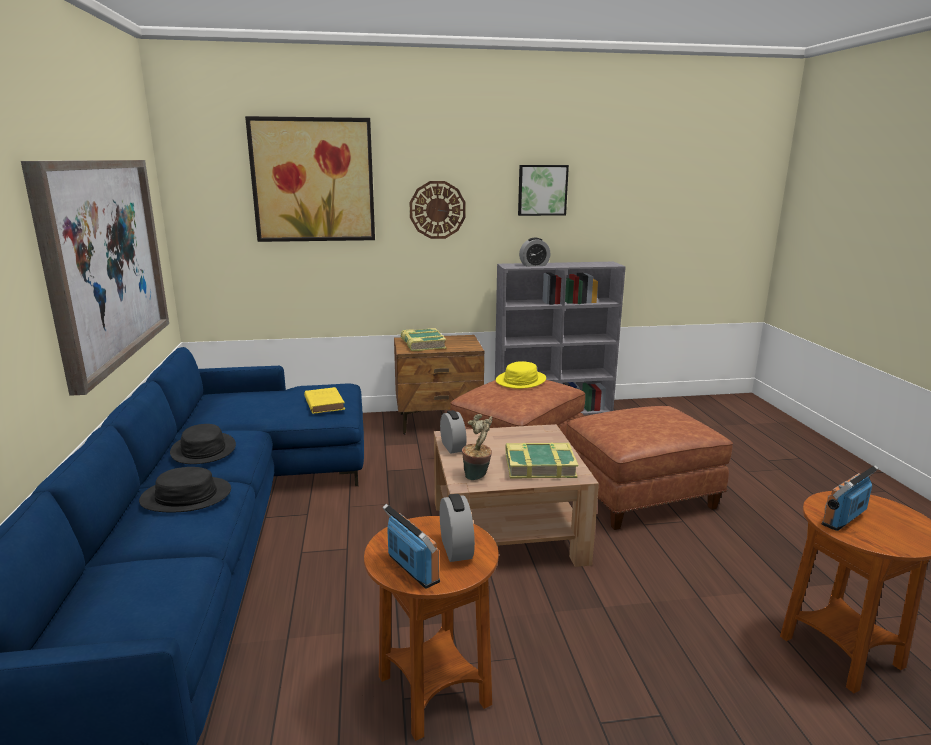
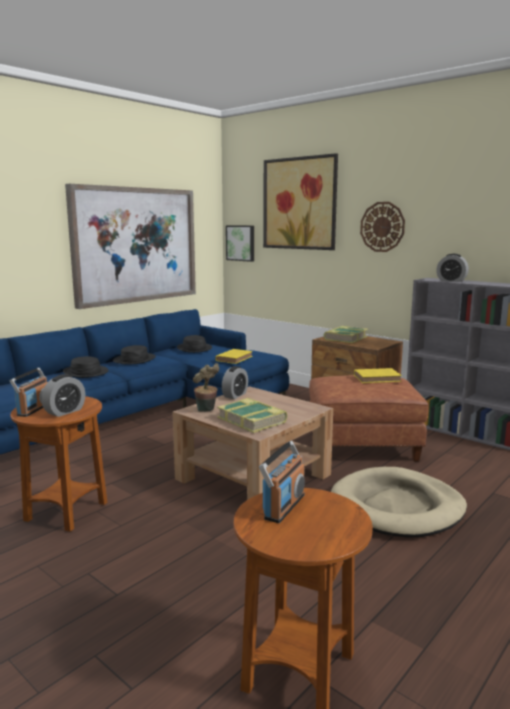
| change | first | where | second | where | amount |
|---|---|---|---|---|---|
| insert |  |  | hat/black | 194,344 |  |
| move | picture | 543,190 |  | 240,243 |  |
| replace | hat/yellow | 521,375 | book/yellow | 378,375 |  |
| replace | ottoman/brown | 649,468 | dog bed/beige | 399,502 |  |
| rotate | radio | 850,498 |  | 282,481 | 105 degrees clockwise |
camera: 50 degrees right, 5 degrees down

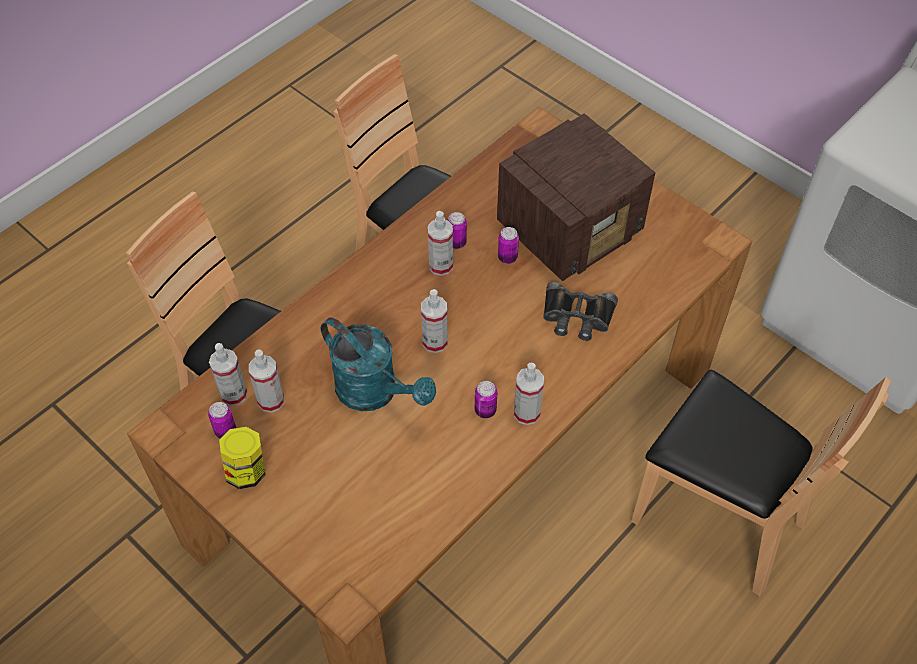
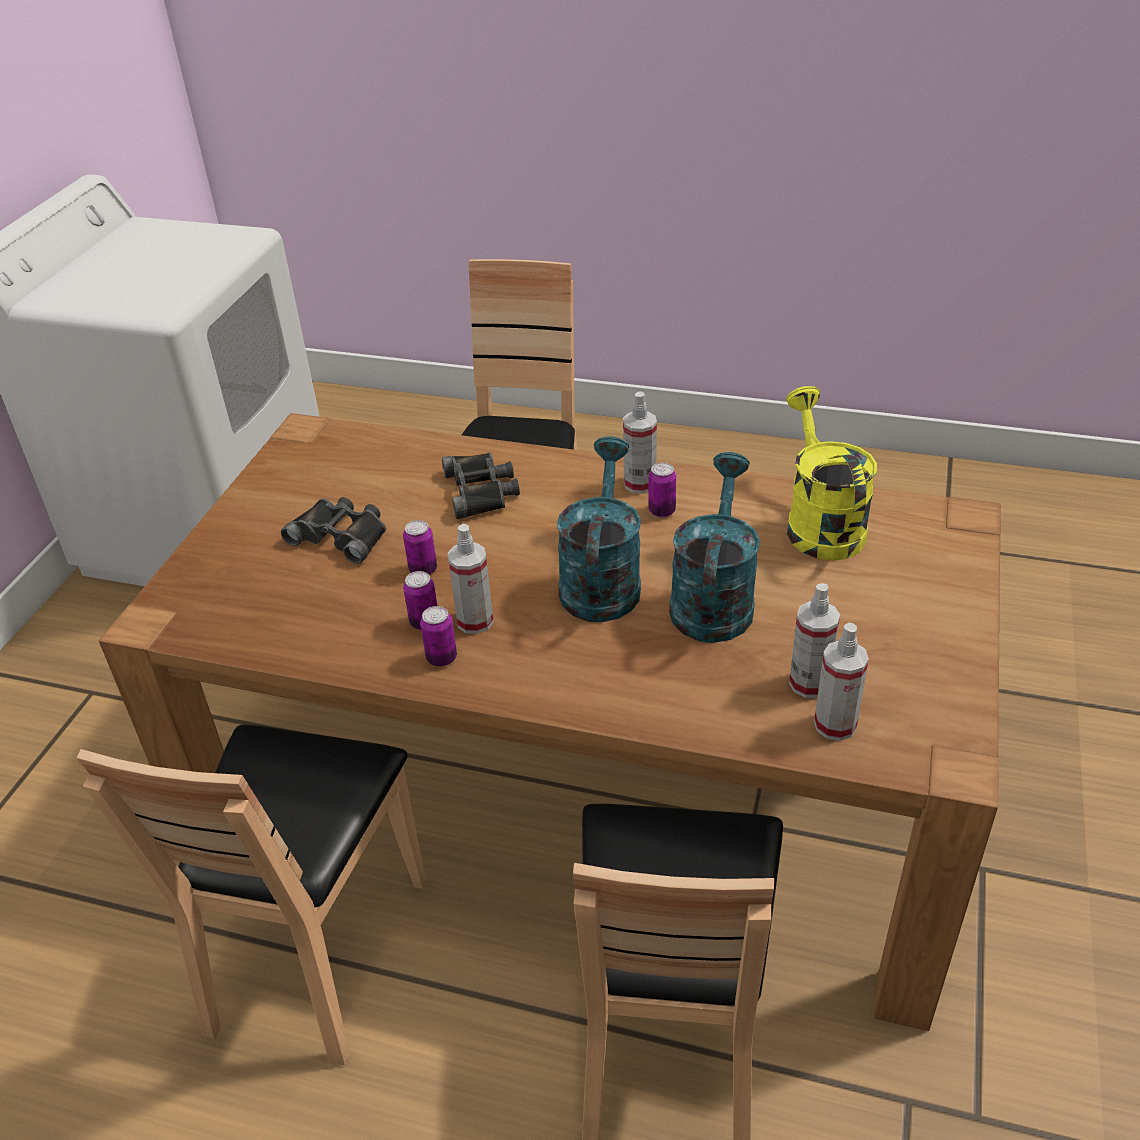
| change | first | where | second | where | amount |
|---|---|---|---|---|---|
| delete | jar | 242,458 |  |  |  |
| insert |  |  | watering can/yellow | 831,473 |  |
| move | can | 222,420 |  | 438,636 |  |
| replace | spray bottle | 434,321 | watering can/turquoise | 599,529 |  |
| replace | radio | 576,197 | binoculars/black | 333,530 |  |
camera: 115 degrees left, 15 degrees down

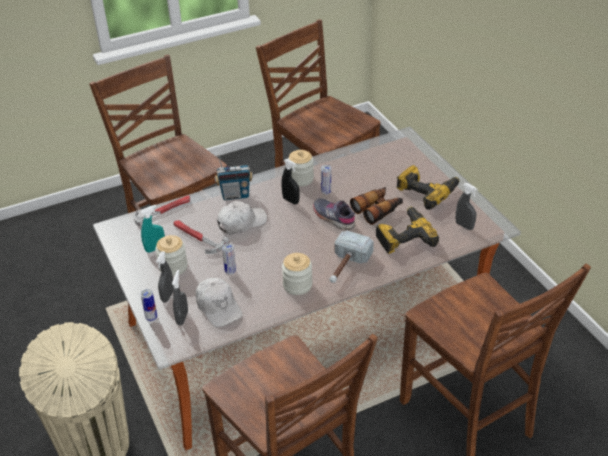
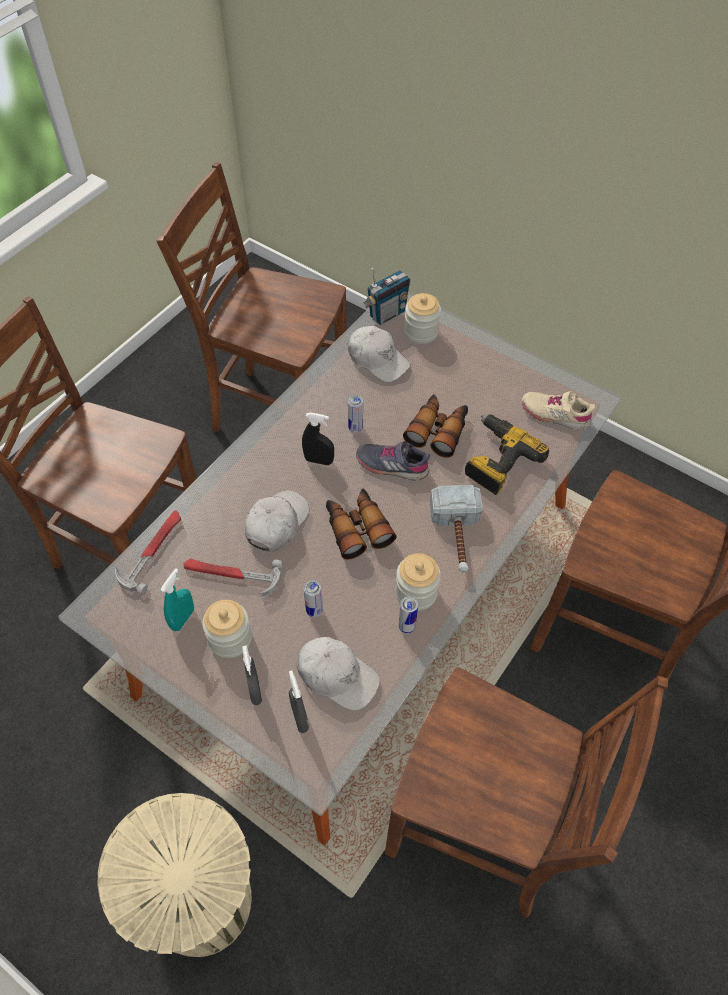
| change | first | where | second | where | amount |
|---|---|---|---|---|---|
| delete | power drill | 428,187 |  |  |  |
| insert |  |  | binoculars | 361,524 |  |
| insert |  |  | cap/white | 379,354 |  |
| move | can | 148,305 |  | 408,614 |  |
| move | radio | 234,177 |  | 387,296 |  |
| move | jar | 301,168 |  | 422,318 |  |
| replace | spray bottle/grey | 467,206 | shoe/beige | 559,410 |  |
camera: 30 degrees left, 15 degrees up

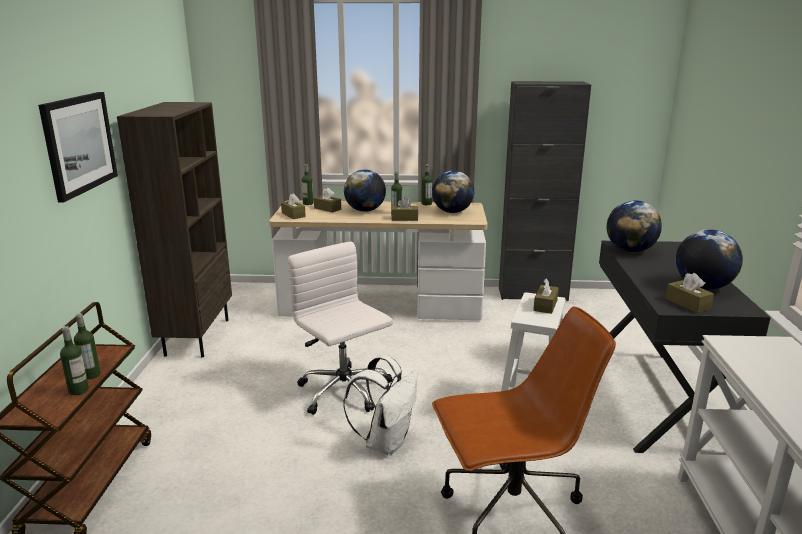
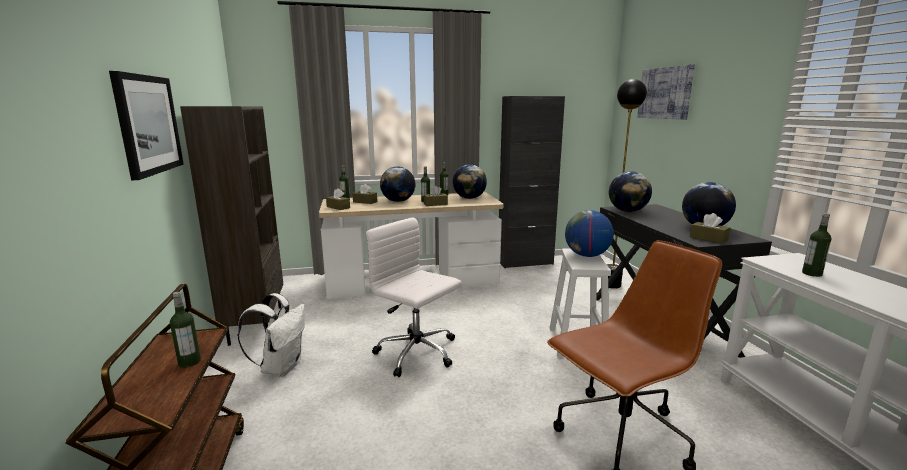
| change | first | where | second | where | amount |
|---|---|---|---|---|---|
| insert |  |  | floor lamp/black | 627,184 |  |
| insert |  |  | picture | 666,92 |  |
| move | bottle | 74,360 |  | 817,245 |  |
| move | backpack/white | 380,405 |  | 271,335 |  |
| replace | tissue box/brown | 546,296 | globe | 589,233 |  |
camera: 15 degrees left, 5 degrees down

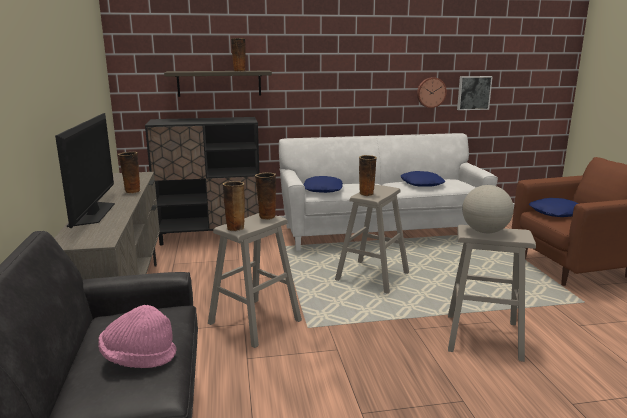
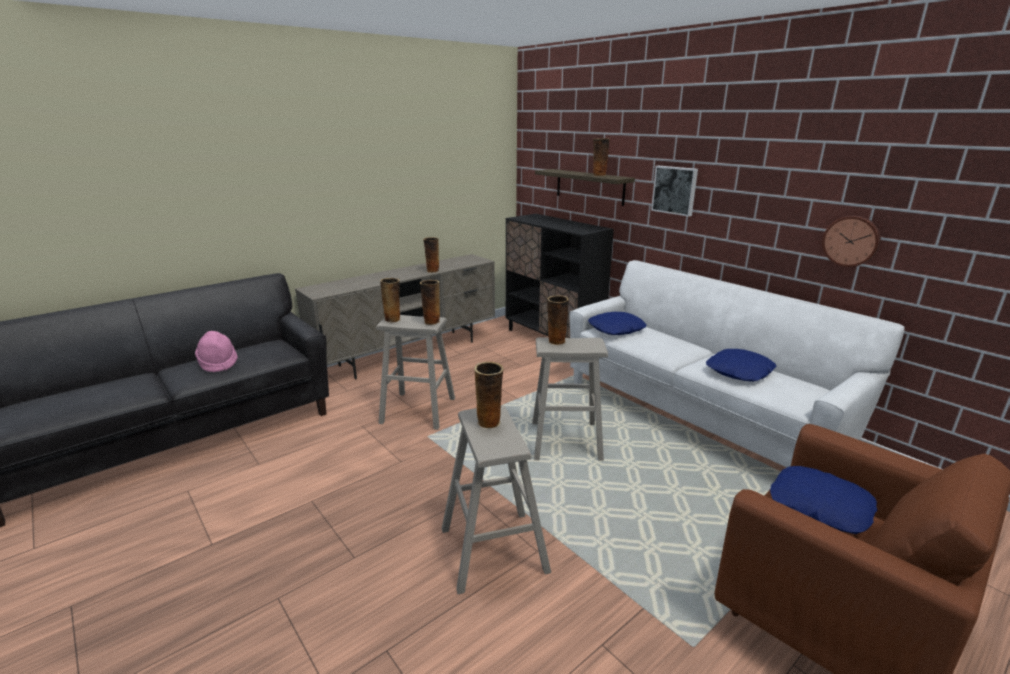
| change | first | where | second | where | amount |
|---|---|---|---|---|---|
| delete | television | 85,170 |  |  |  |
| move | picture | 475,93 |  | 674,191 |  |
| replace | globe | 488,209 | vase | 489,395 |  |
camera: 60 degrees right, 5 degrees up

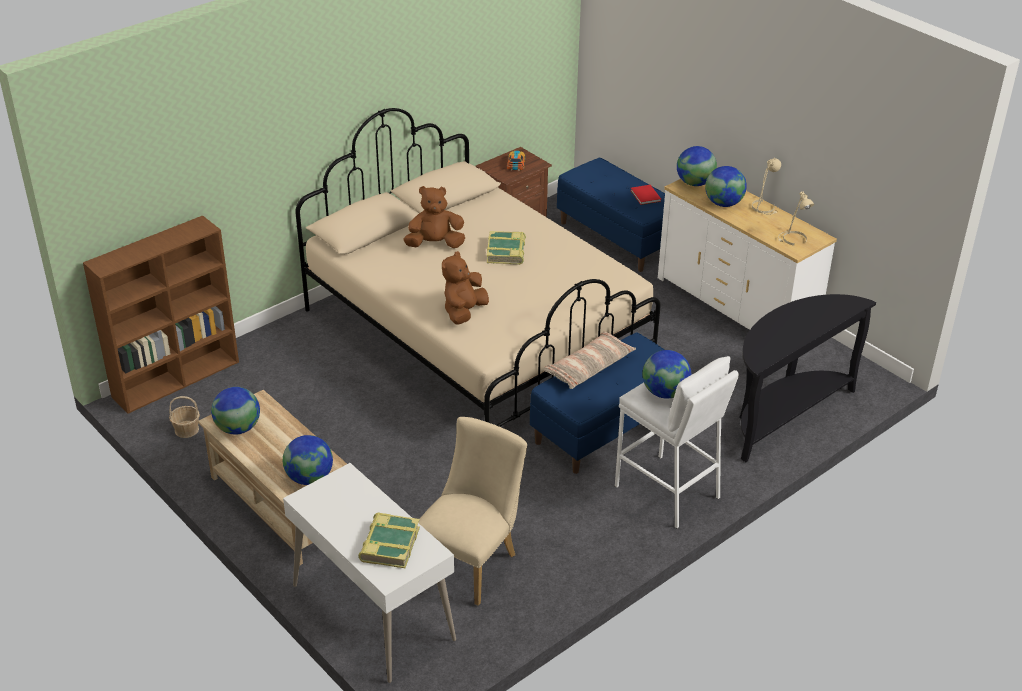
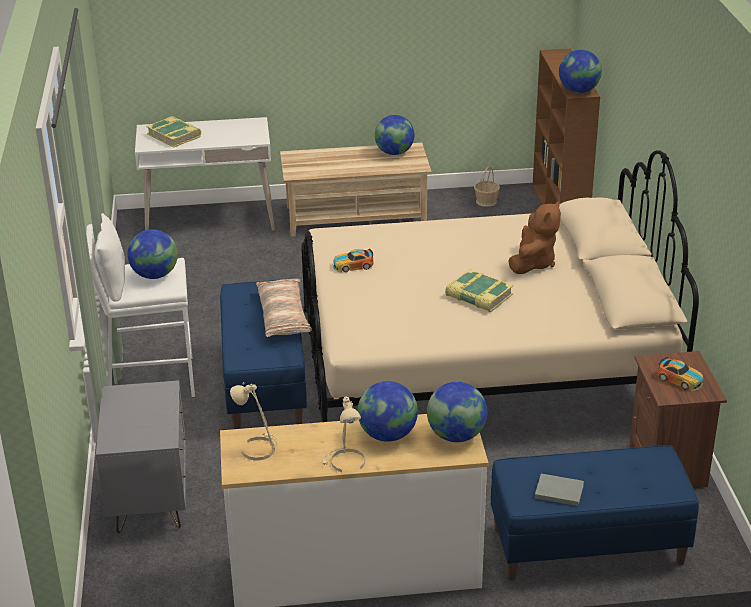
| change | first | where | second | where | amount |
|---|---|---|---|---|---|
| delete | chair/beige | 472,511 |  |  |  |
| delete | plush toy/brown | 465,288 |  |  |  |
| insert |  |  | toy car | 353,260 |  |
| move | globe | 308,460 |  | 580,71 |  |
| replace | console table/black | 807,378 | nightstand/grey | 141,456 |  |
| recolor | book/red | 646,195 | book/grey | 559,490 |  |
camera: 125 degrees right, 5 degrees down

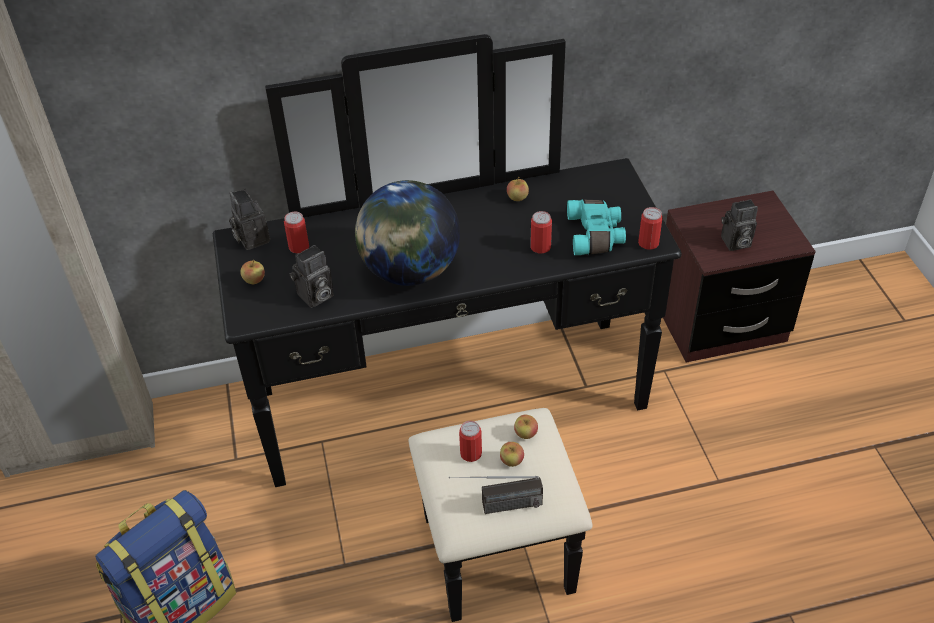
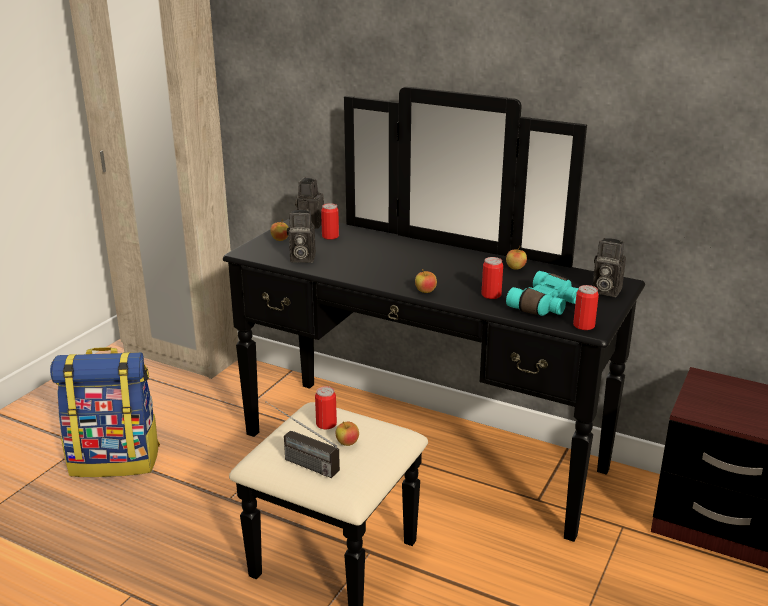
| change | first | where | second | where | amount |
|---|---|---|---|---|---|
| delete | globe | 407,233 |  |  |  |
| move | apple | 526,427 |  | 426,281 |  |
| move | photo camera | 739,225 |  | 609,267 |  |
camera: 40 degrees right, 20 degrees down

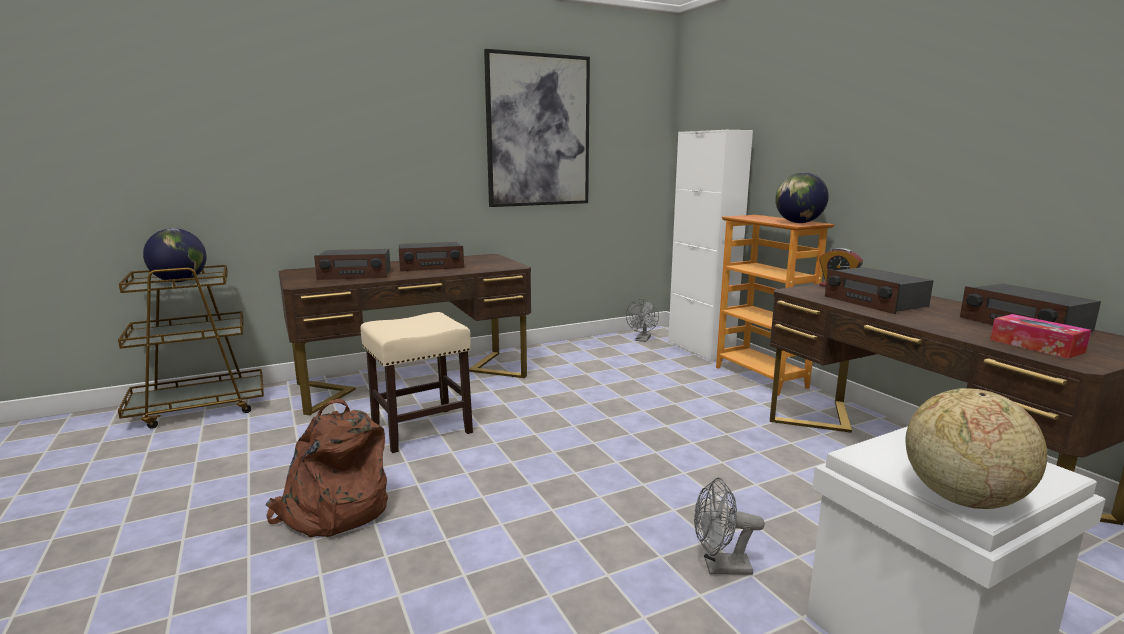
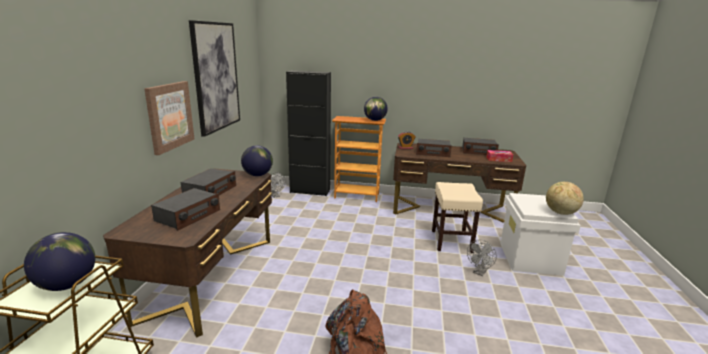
| change | first | where | second | where | amount |
|---|---|---|---|---|---|
| insert |  |  | picture | 169,118 |  |
| insert |  |  | globe | 257,160 |  |
| move | stool/beige | 416,382 |  | 457,217 |  |
| recolor | cabinet/white | 710,246 | cabinet/black | 308,133 |  |
camera: 55 degrees left, 5 degrees up

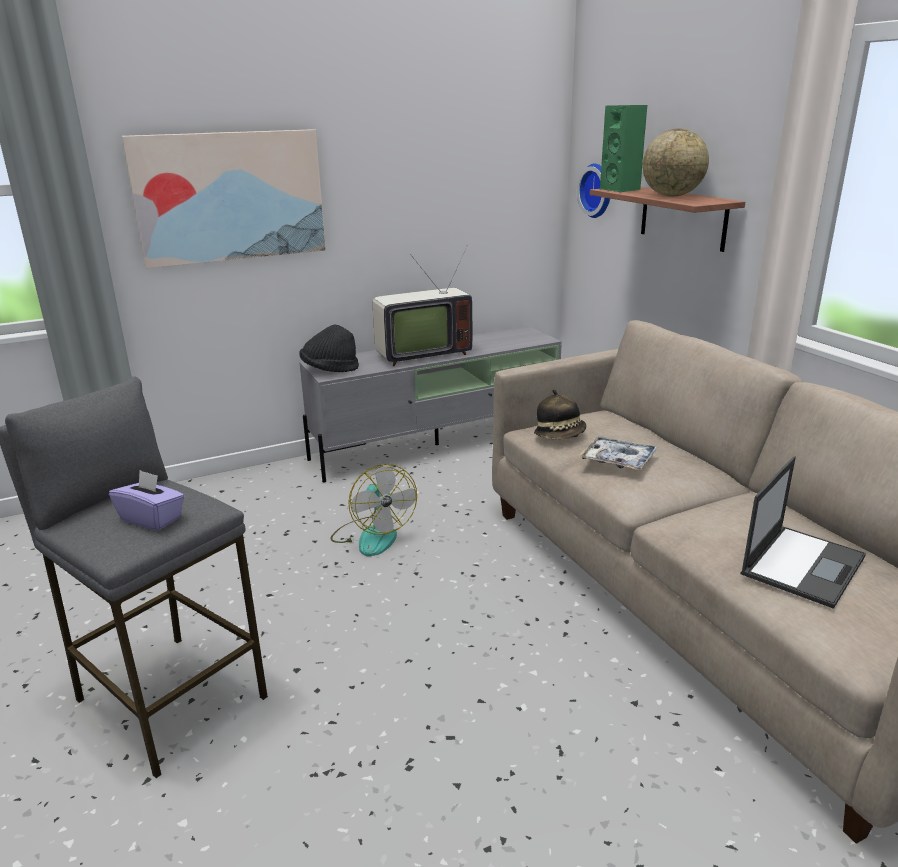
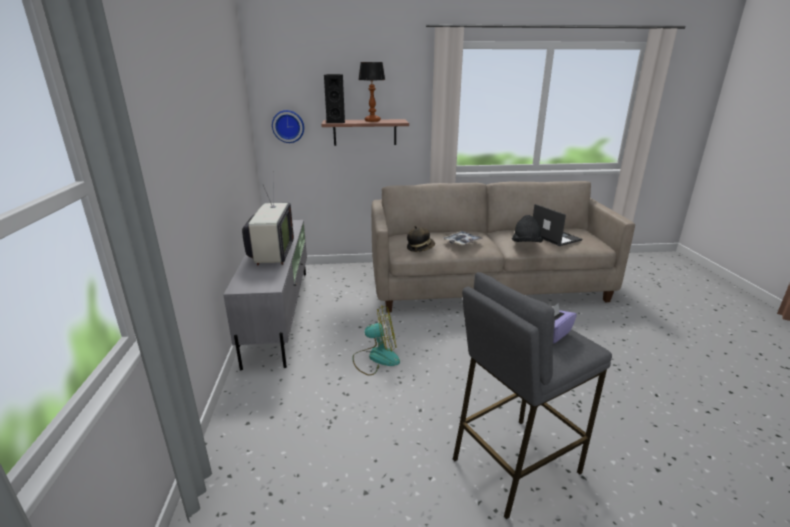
| change | first | where | second | where | amount |
|---|---|---|---|---|---|
| delete | picture | 224,198 |  |  |  |
| move | hat/black | 329,348 |  | 527,229 |  |
| replace | globe | 675,162 | table lamp | 371,92 |  |
| recolor | speaker/green | 623,148 | speaker/black | 334,98 |  |
camera: 70 degrees left, 0 degrees up

